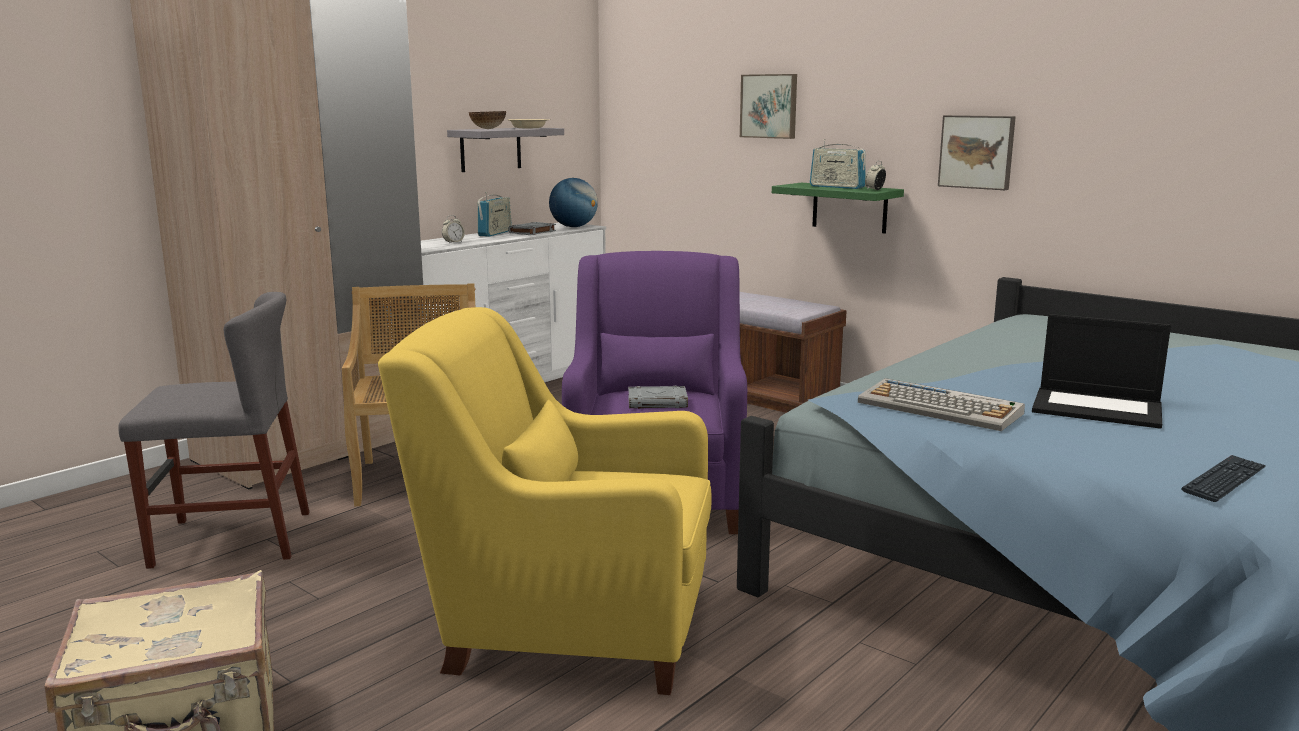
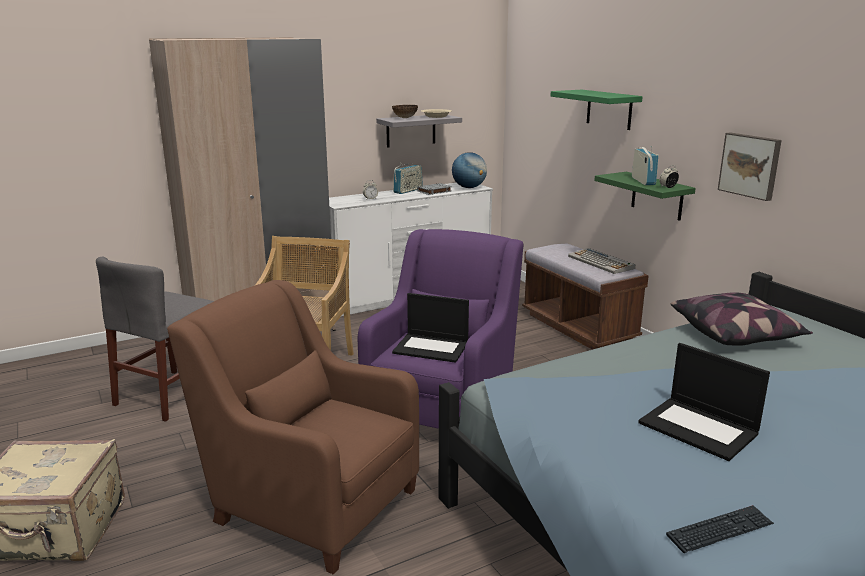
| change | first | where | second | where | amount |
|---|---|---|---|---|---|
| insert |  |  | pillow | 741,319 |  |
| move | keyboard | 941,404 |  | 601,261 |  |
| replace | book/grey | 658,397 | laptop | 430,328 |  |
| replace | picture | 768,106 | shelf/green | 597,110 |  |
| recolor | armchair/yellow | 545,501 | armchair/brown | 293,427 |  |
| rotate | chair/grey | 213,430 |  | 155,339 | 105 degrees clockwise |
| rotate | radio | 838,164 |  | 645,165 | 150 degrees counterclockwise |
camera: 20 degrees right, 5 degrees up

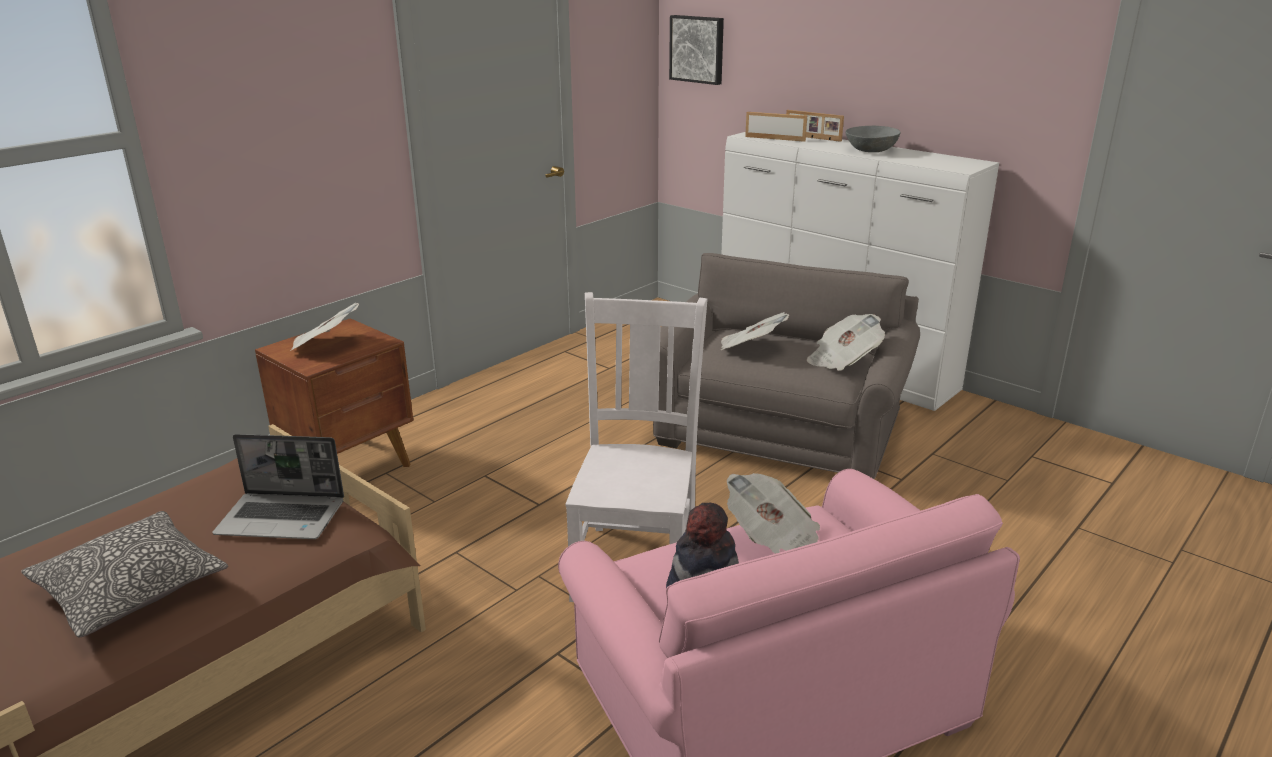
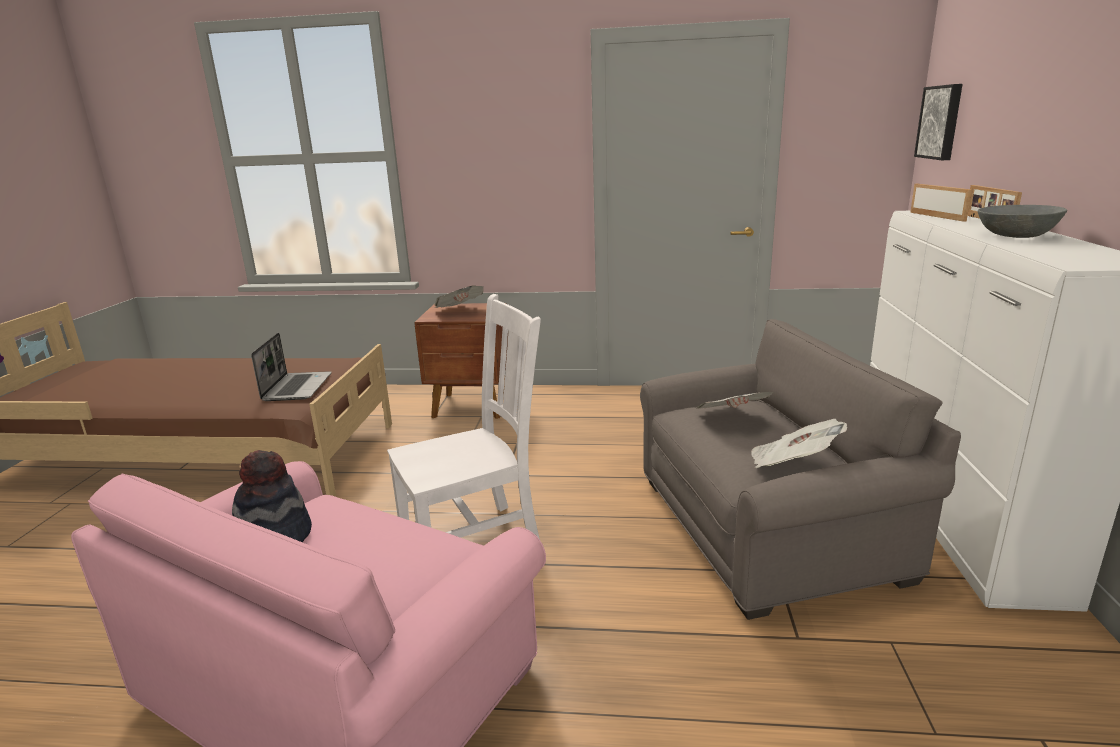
| change | first | where | second | where | amount |
|---|---|---|---|---|---|
| delete | pillow | 124,574 |  |  |  |
| delete | newspaper | 773,513 |  |  |  |
| rotate | laptop | 278,486 |  | 291,366 | 150 degrees counterclockwise |
camera: 55 degrees right, 5 degrees down

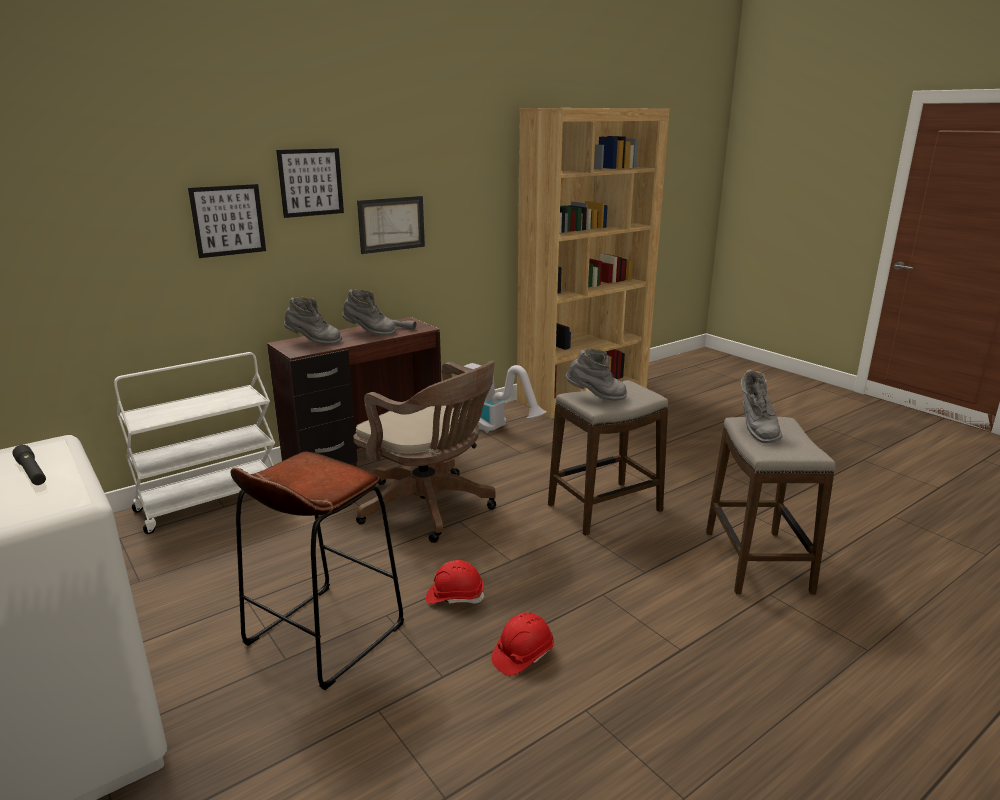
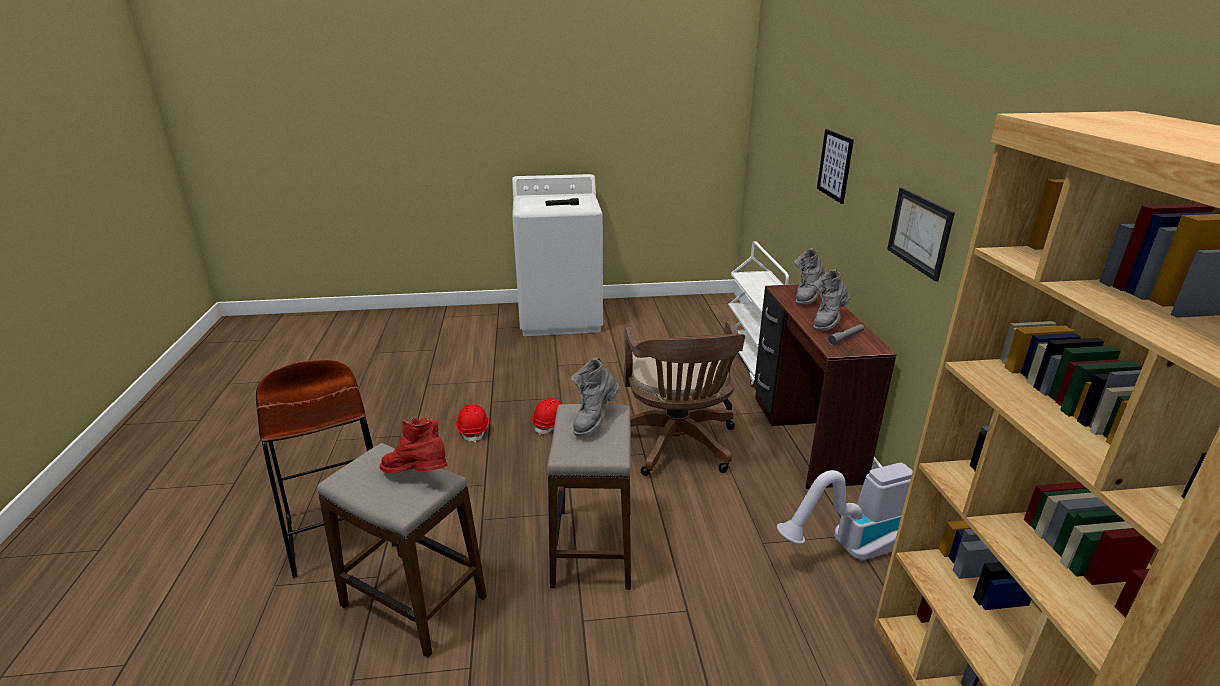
| change | first | where | second | where | amount |
|---|---|---|---|---|---|
| delete | picture | 310,183 |  |  |  |
| move | stool/brown | 317,571 |  | 326,469 |  |
| recolor | boot/grey | 761,406 | boot/red | 413,445 |  |
| rotate | office chair/brown | 424,452 |  | 684,398 | 75 degrees counterclockwise |
camera: 120 degrees right, 5 degrees up

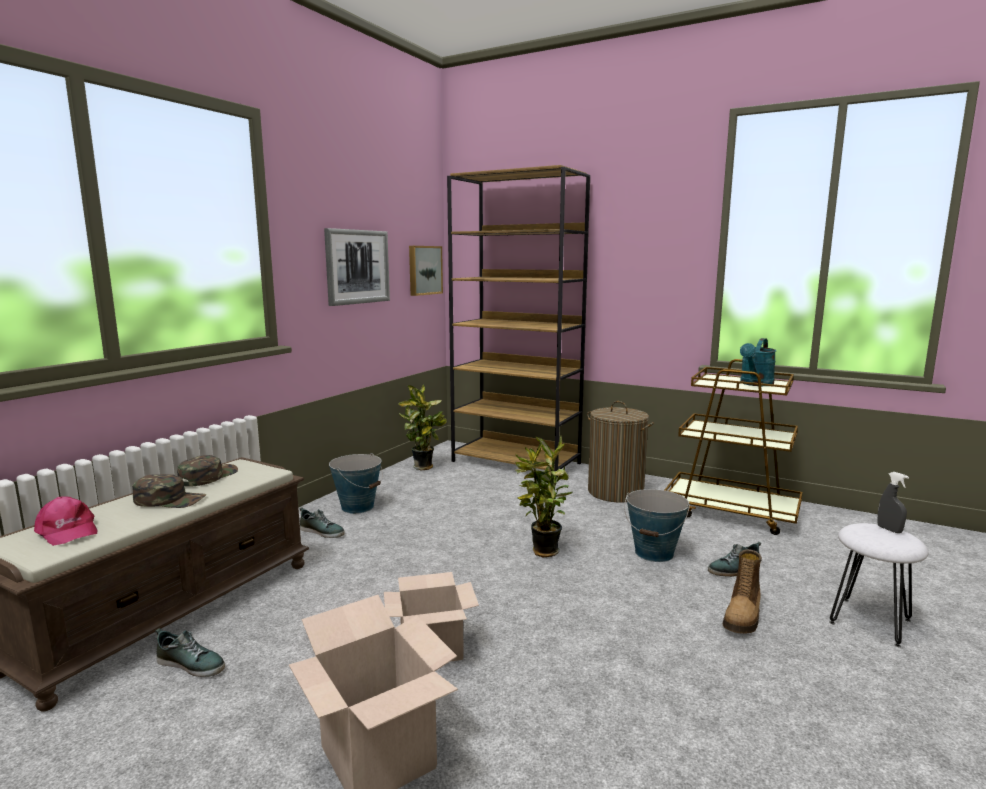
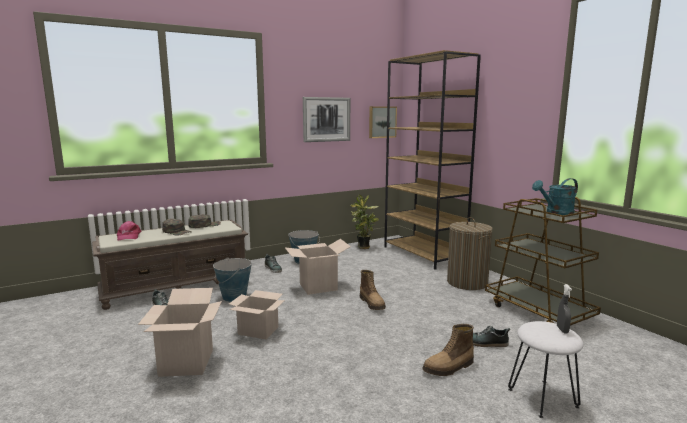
| change | first | where | second | where | amount |
|---|---|---|---|---|---|
| insert |  |  | cardboard box | 318,267 |  |
| move | bucket | 657,525 |  | 232,279 |  |
| replace | potted plant | 543,496 | boot | 373,290 |  |
camera: 30 degrees right, 0 degrees up

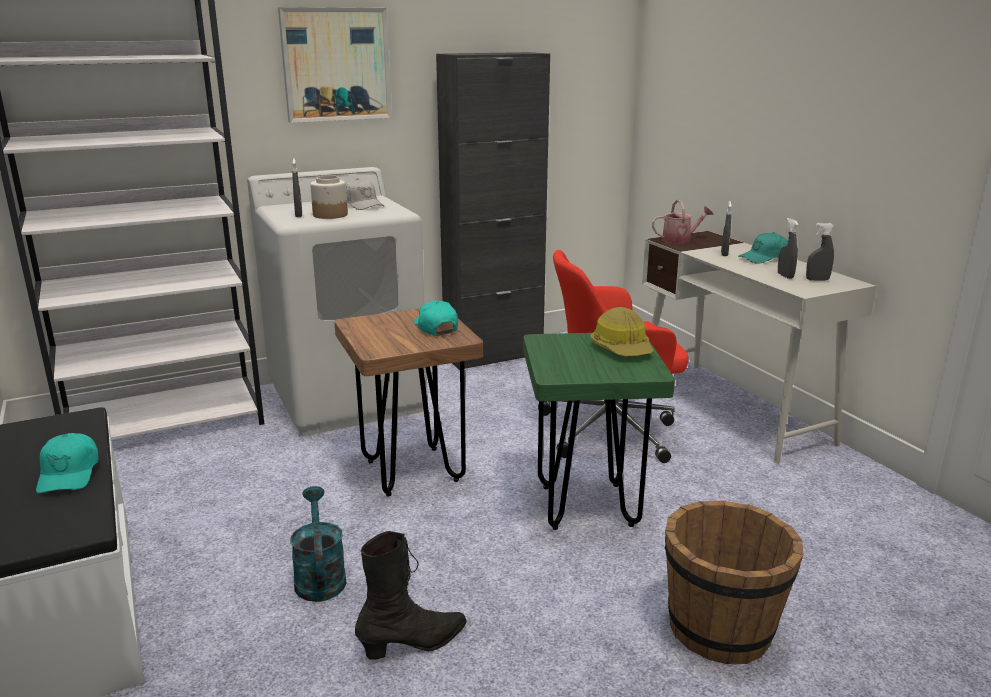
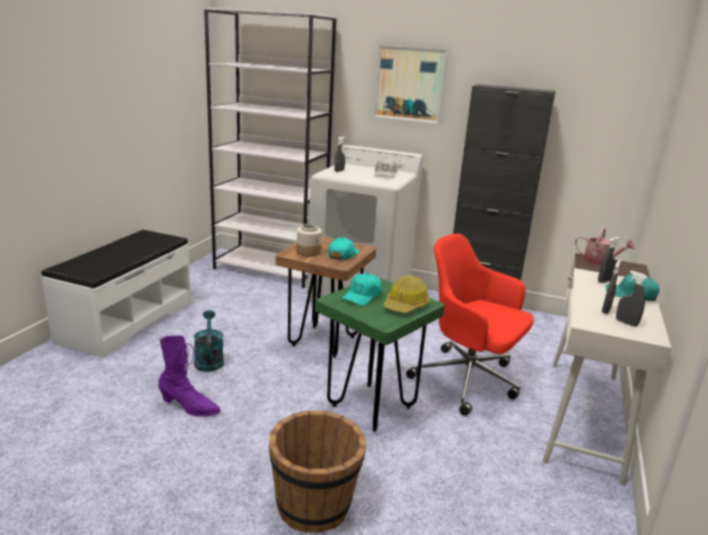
| change | first | where | second | where | amount |
|---|---|---|---|---|---|
| move | cap/turquoise | 67,463 |  | 362,289 |  |
| move | jar | 329,197 |  | 309,240 |  |
| recolor | boot/black | 411,595 | boot/purple | 189,376 |  |
| rotate | watering can/turquoise | 318,544 |  | 209,341 | 45 degrees counterclockwise |
camera: 45 degrees right, 0 degrees up

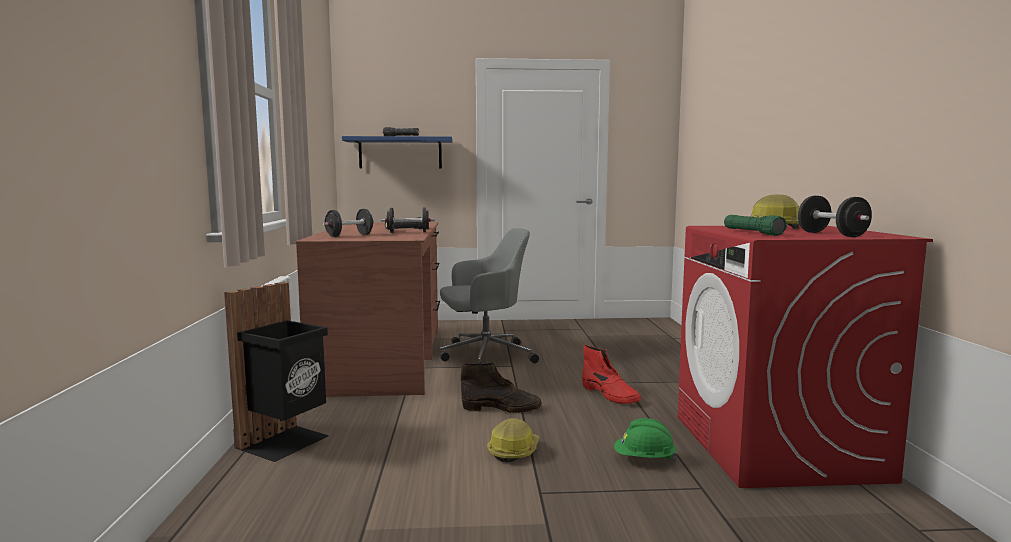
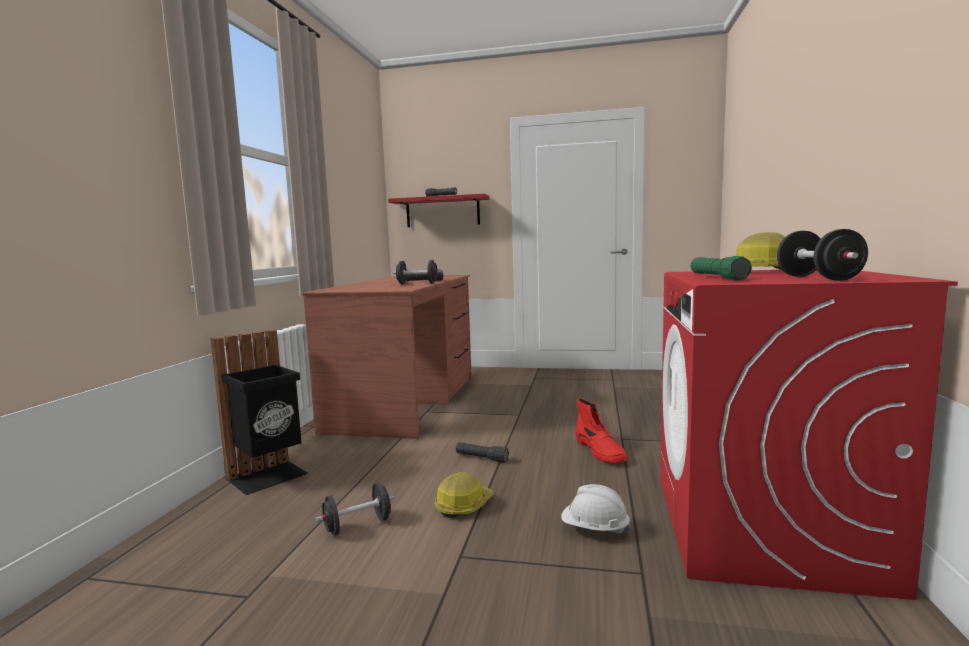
| change | first | where | second | where | amount |
|---|---|---|---|---|---|
| delete | office chair/grey | 489,295 |  |  |  |
| move | dumbbell/black | 348,223 |  | 355,509 |  |
| replace | boot/brown | 501,387 | flashlight/black | 482,452 |  |
| recolor | shelf/blue | 397,152 | shelf/red | 439,210 |  |
| recolor | hard hat/green | 645,439 | hard hat/white | 596,509 |  |
camera: 15 degrees right, 0 degrees up

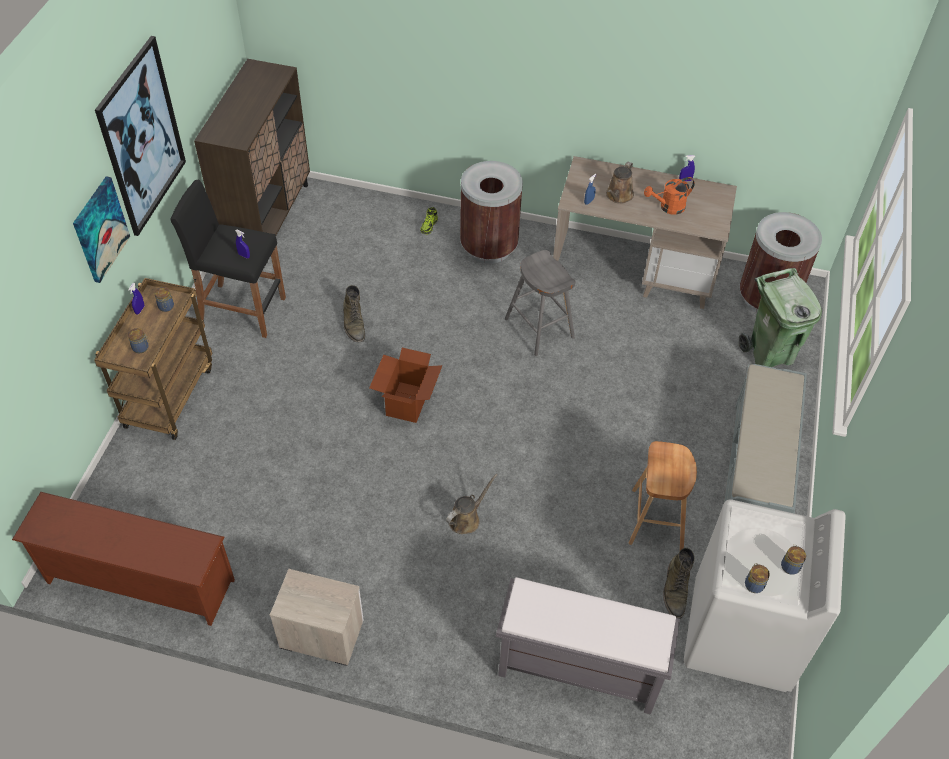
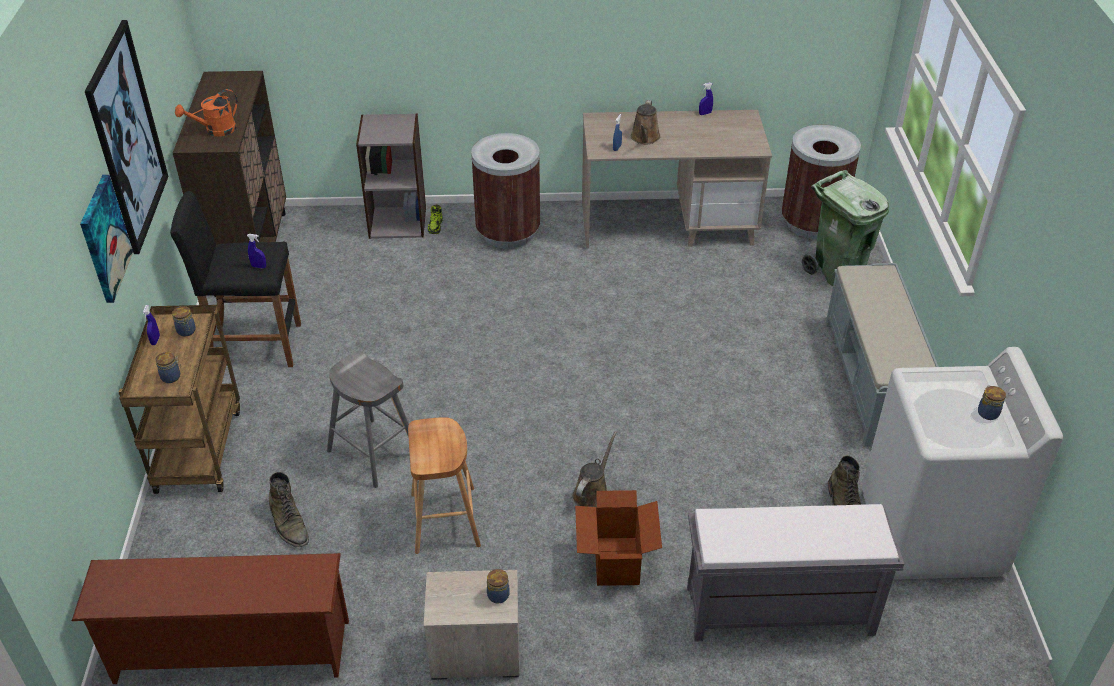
| change | first | where | second | where | amount |
|---|---|---|---|---|---|
| insert |  |  | bookcase/grey | 391,176 |  |
| move | boot/green | 354,313 |  | 289,509 |  |
| move | cardboard box | 405,385 |  | 618,538 |  |
| move | stool/grey | 540,303 |  | 368,419 |  |
| move | stool/brown | 663,495 |  | 444,485 |  |
| move | watering can/orange | 669,196 |  | 206,112 |  |
| move | jar | 757,578 |  | 498,585 |  |
camera: 15 degrees left, 10 degrees down

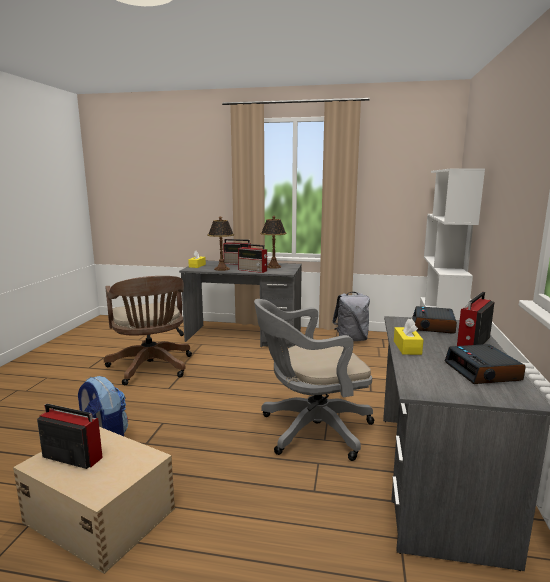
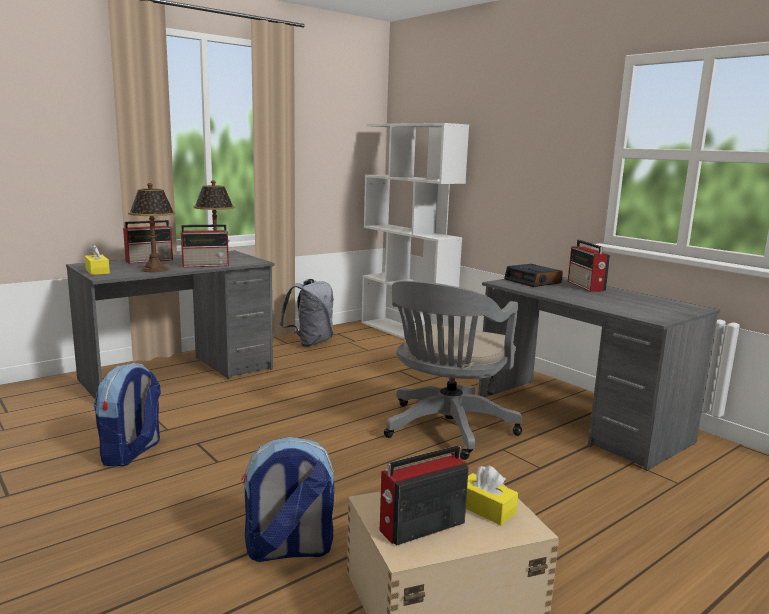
| change | first | where | second | where | amount |
|---|---|---|---|---|---|
| delete | alarm clock | 485,364 |  |  |  |
| move | tissue box/yellow | 408,337 |  | 492,495 |  |
| replace | office chair/brown | 148,330 | backpack | 127,414 |  |
camera: 50 degrees left, 0 degrees up

